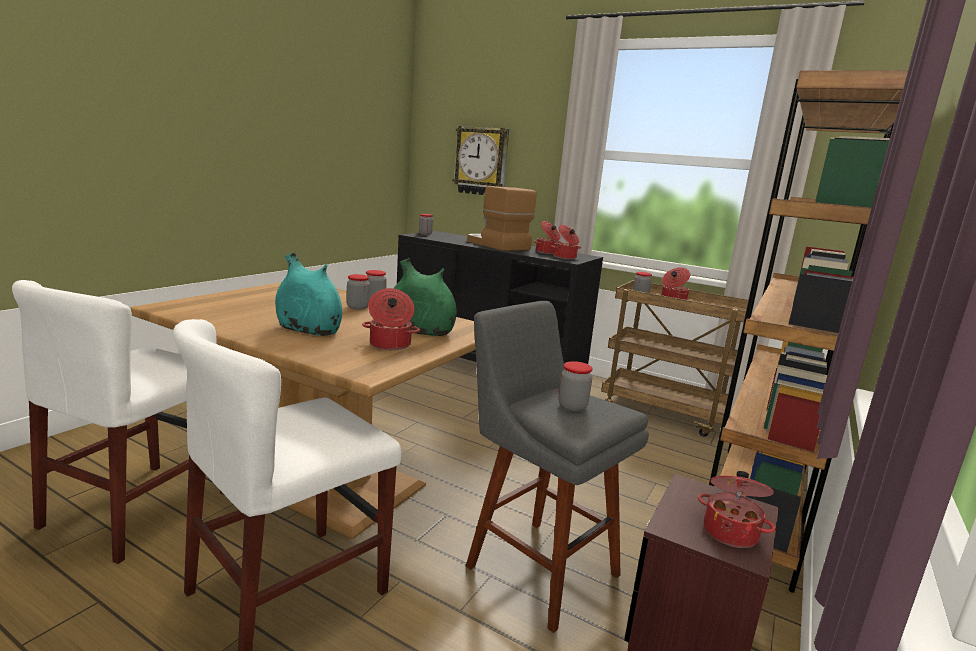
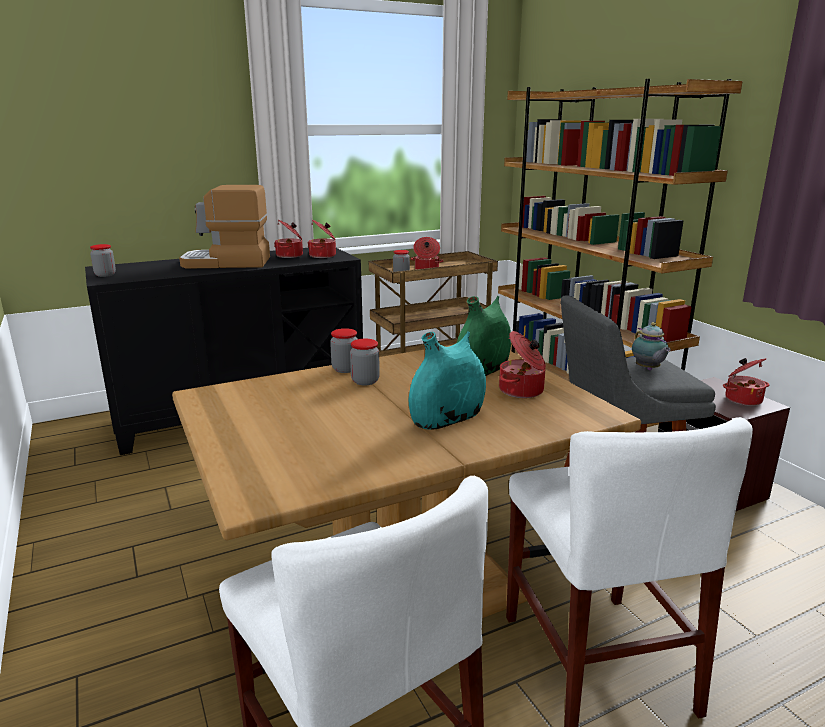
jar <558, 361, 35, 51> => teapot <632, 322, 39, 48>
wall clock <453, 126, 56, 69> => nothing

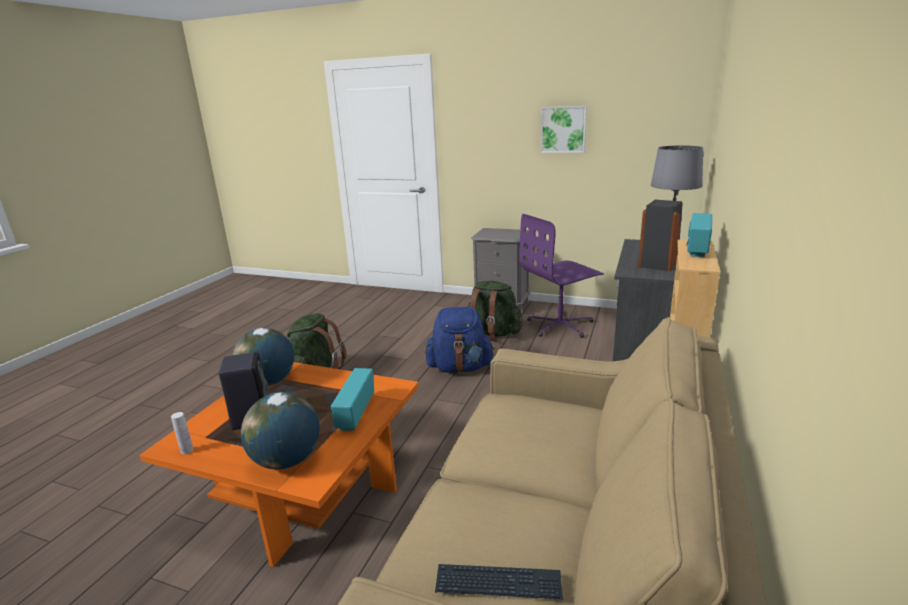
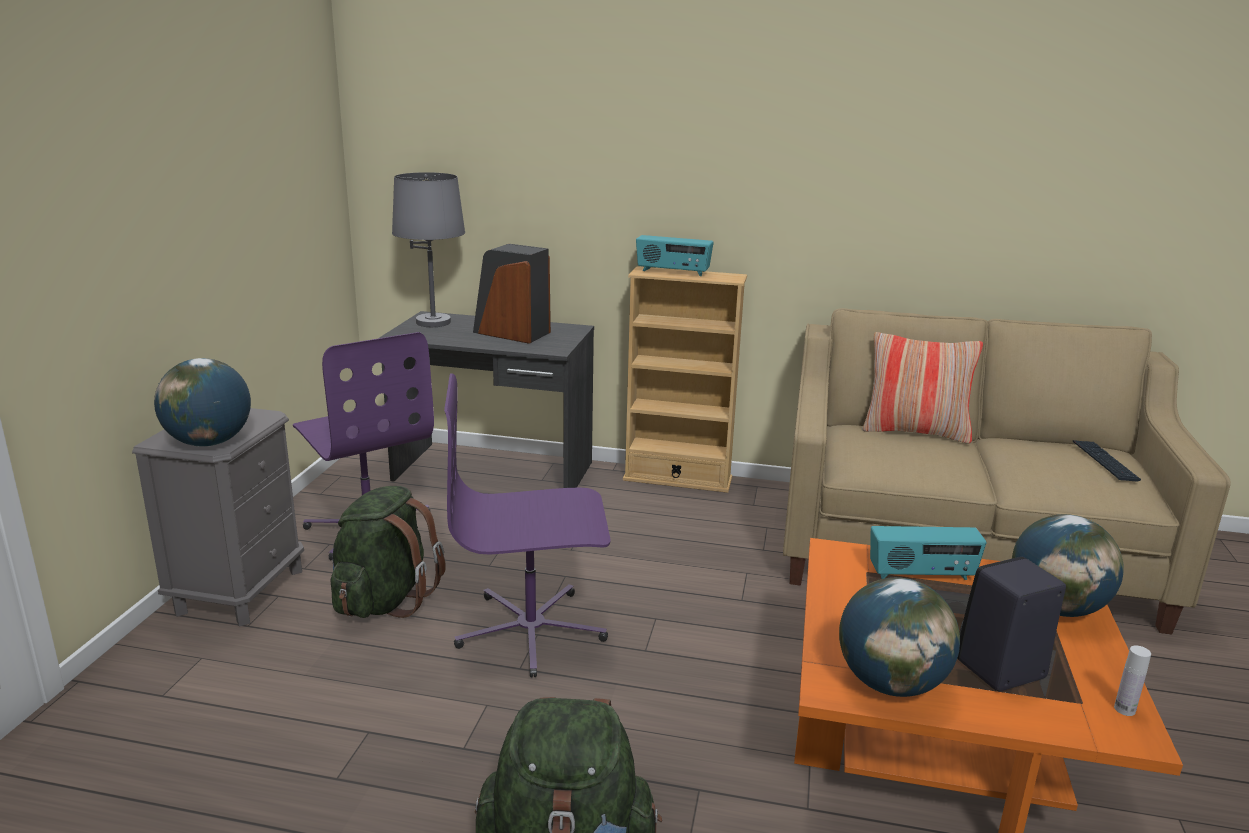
nothing => globe <154, 358, 97, 89>
backpack (blue) <425, 307, 70, 66> => office chair (purple) <444, 374, 166, 304>
nothing => pillow <862, 332, 121, 111>
picture <541, 106, 46, 47> => nothing

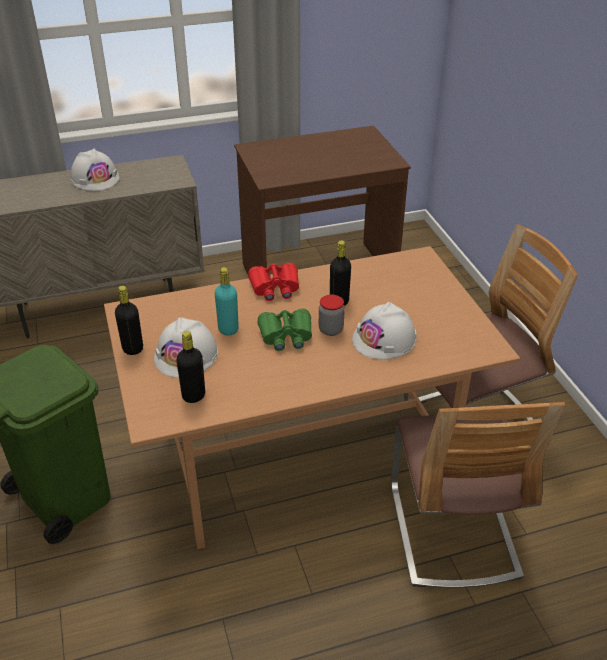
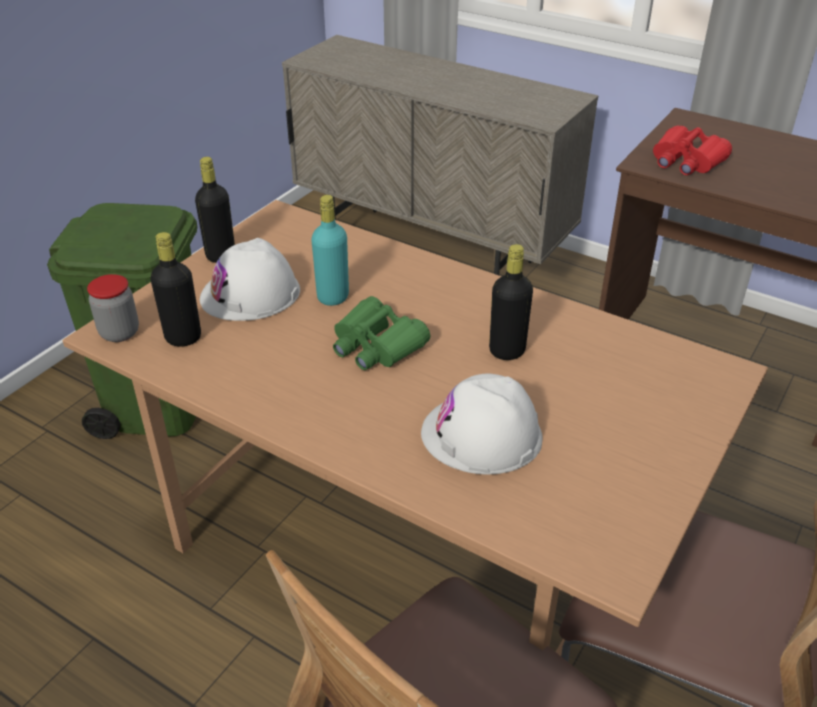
jar <319, 295, 26, 41> => jar <87, 274, 52, 68>, shifted
binoculars (red) <248, 263, 51, 38> => binoculars (red) <653, 126, 79, 49>, shifted
hard hat (white) <71, 148, 49, 43> => nothing

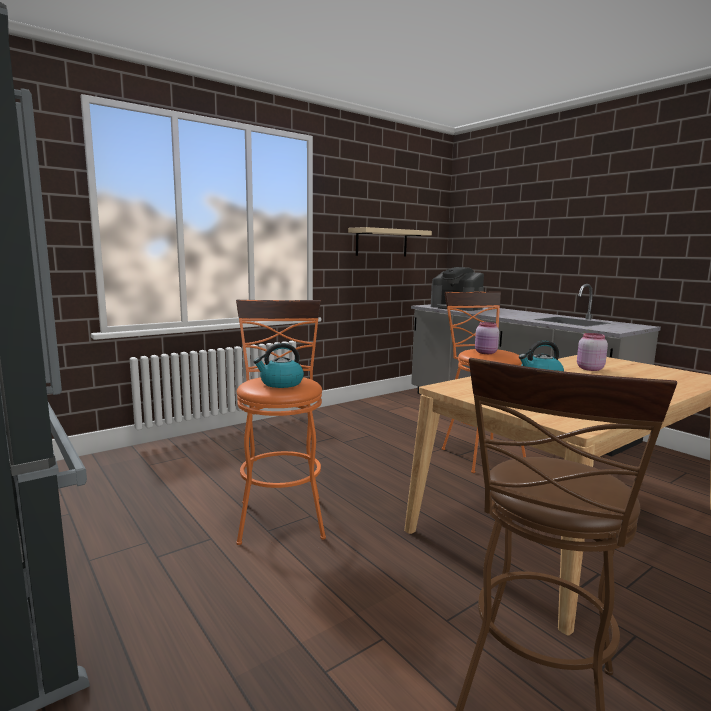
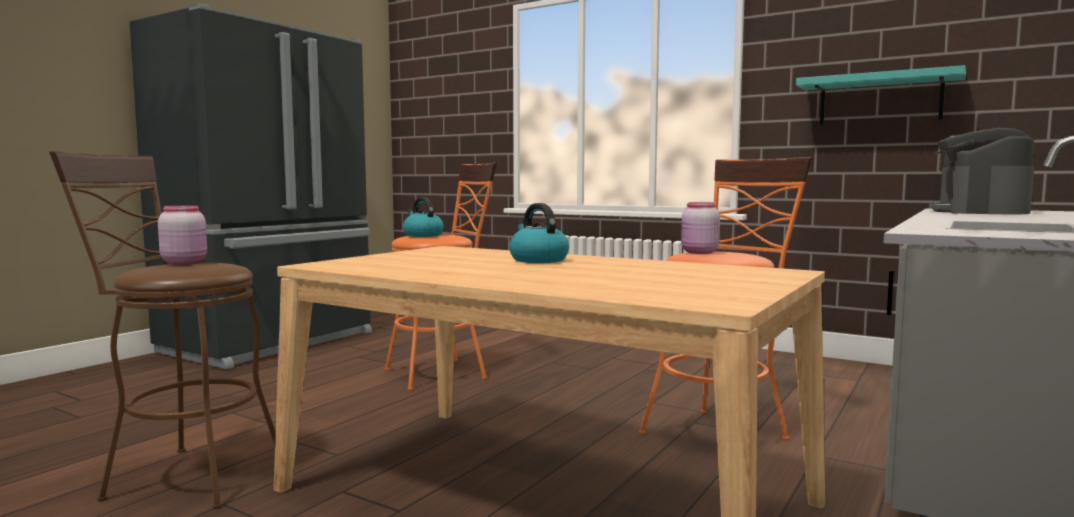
jar (pink) <577, 333, 31, 38> => jar (pink) <158, 205, 49, 60>, shifted
shelf (beige) <348, 227, 84, 30> => shelf (turquoise) <796, 65, 170, 60>

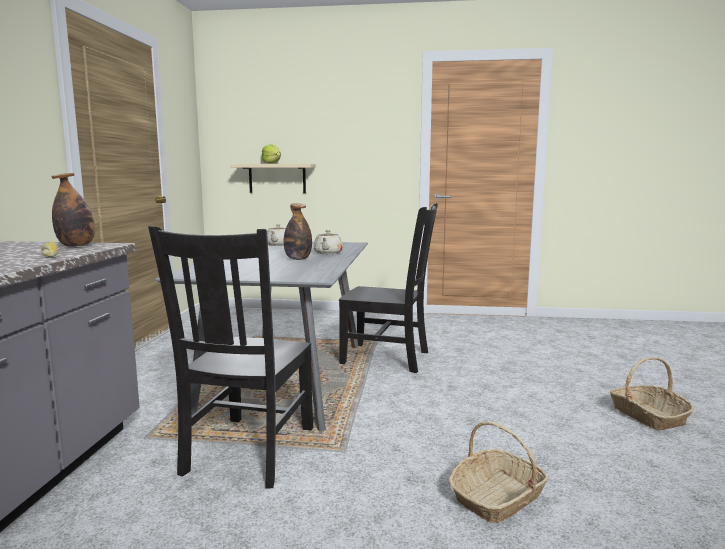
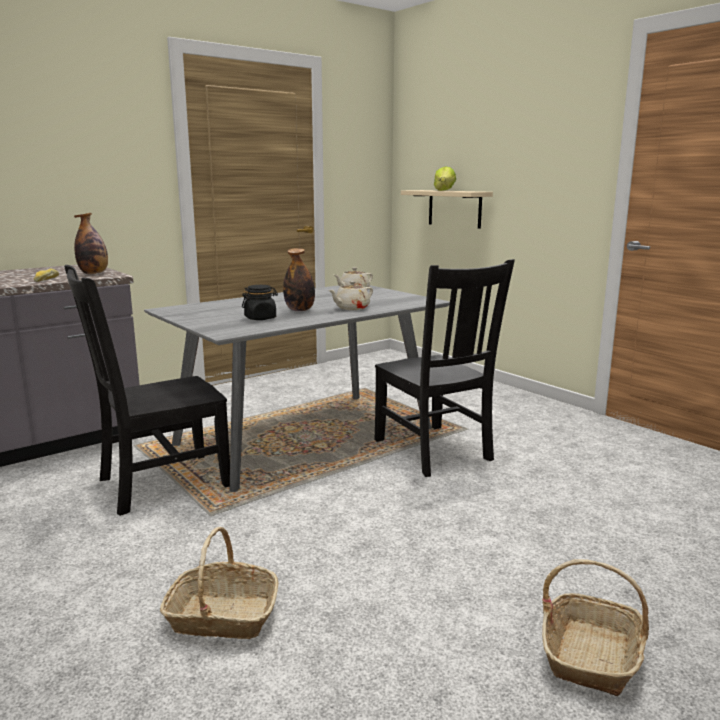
nothing => jar (black) <242, 285, 36, 35>

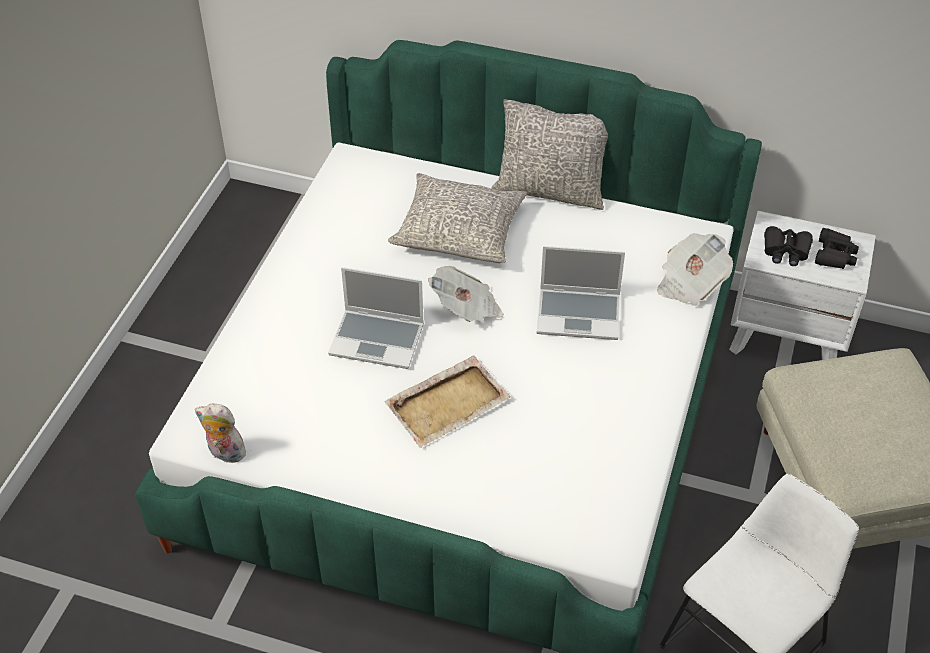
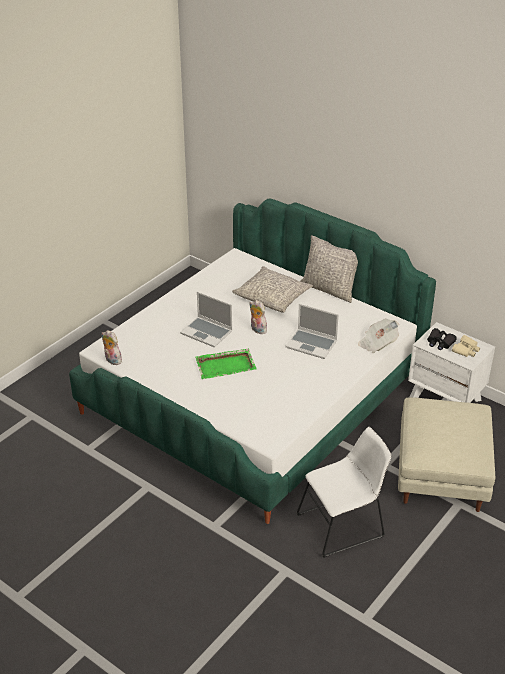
tray (beige) <385, 355, 126, 93> => tray (green) <195, 348, 62, 31>
newspaper <428, 266, 76, 56> => plush toy <250, 300, 17, 34>
binoculars (black) <815, 228, 44, 41> => binoculars (beige) <452, 335, 28, 22>

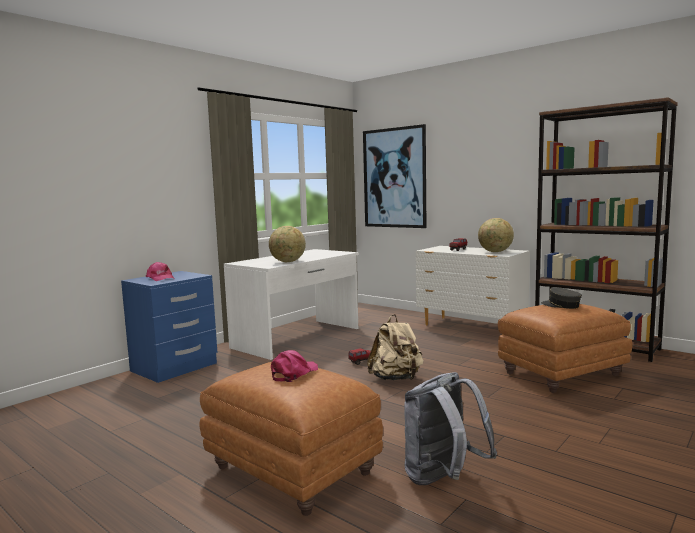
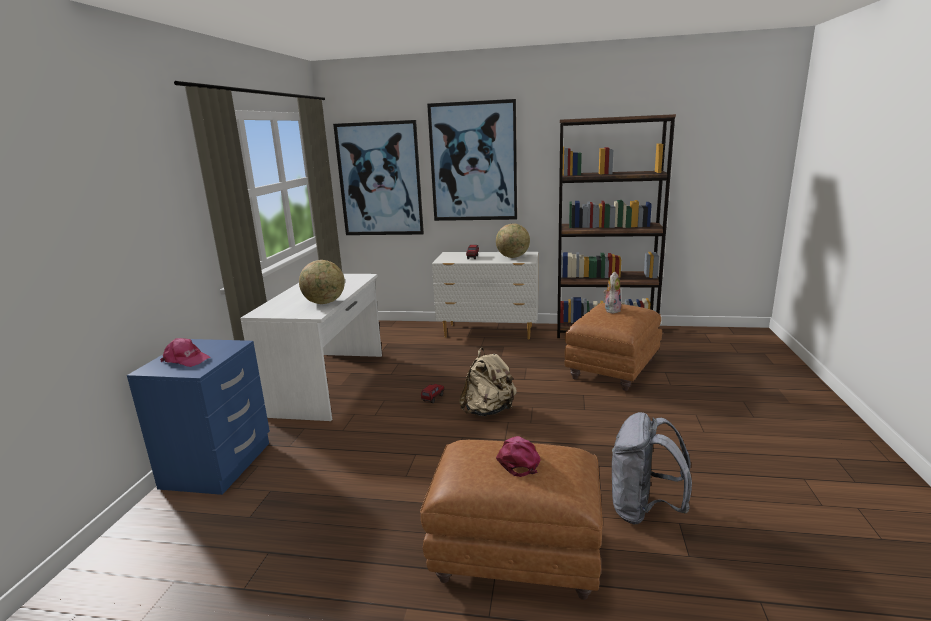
nothing => picture <427, 99, 90, 122>
cap (grey) <541, 287, 41, 22> => plush toy <603, 271, 18, 43>

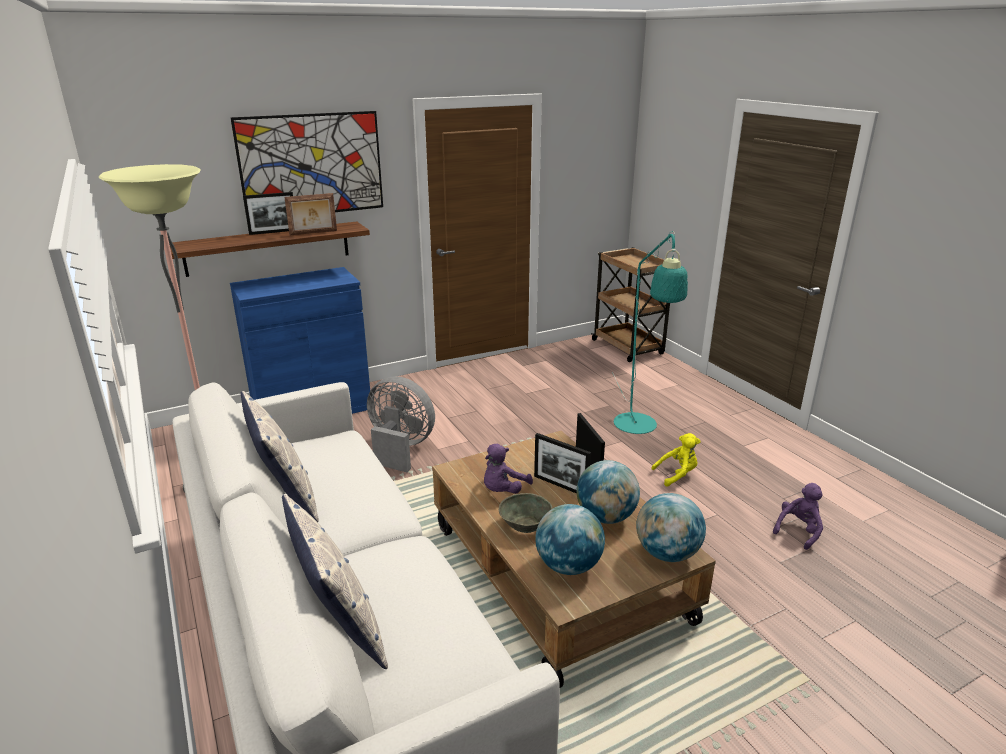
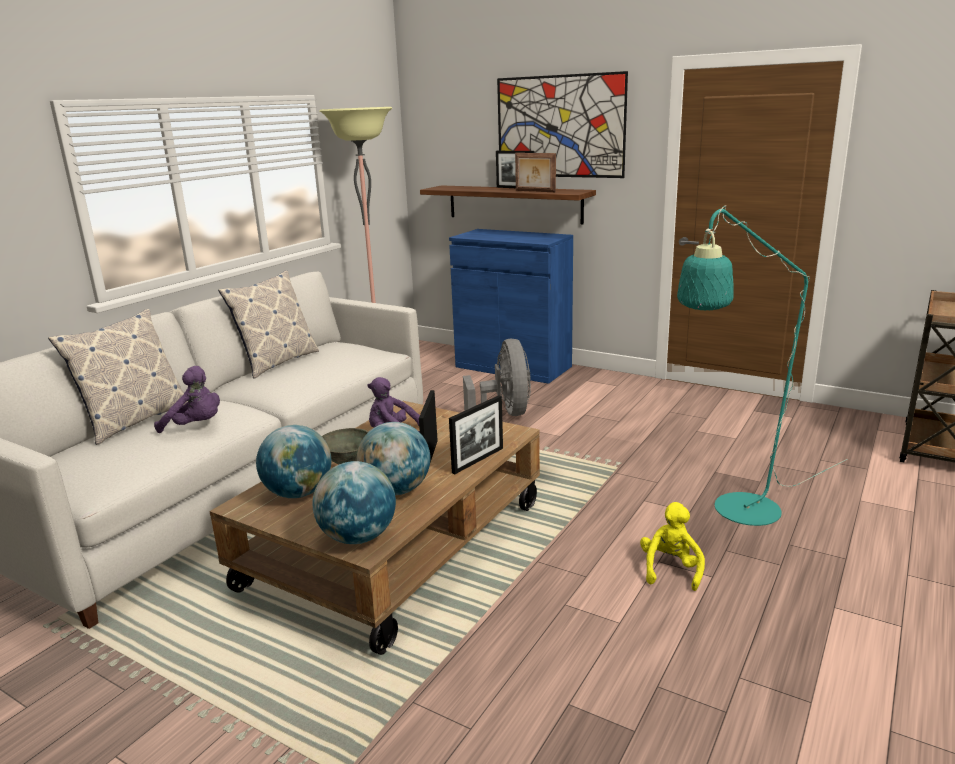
plush toy (purple) <773, 483, 50, 67> => plush toy (purple) <154, 366, 66, 67>, shifted
plush toy (yellow) <652, 433, 48, 54> => plush toy (yellow) <640, 502, 65, 89>, 120 degrees counterclockwise

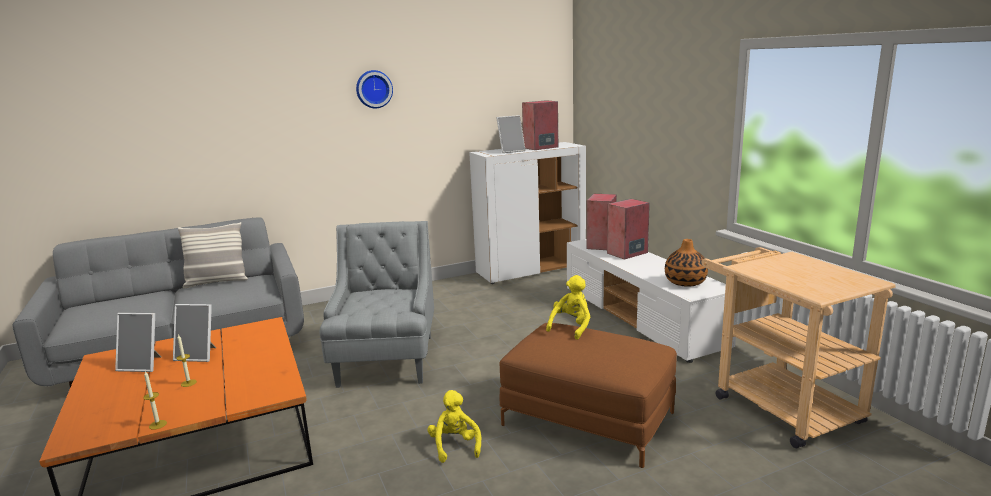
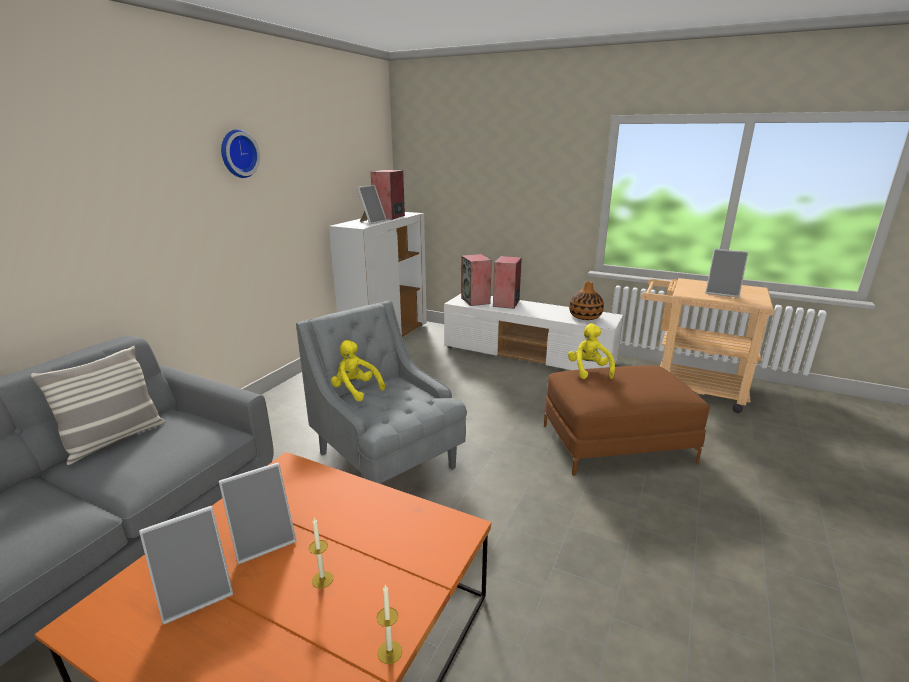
plush toy (yellow) <427, 390, 54, 73> => plush toy (yellow) <331, 340, 54, 62>, shifted
nothing => picture frame <705, 249, 43, 49>

